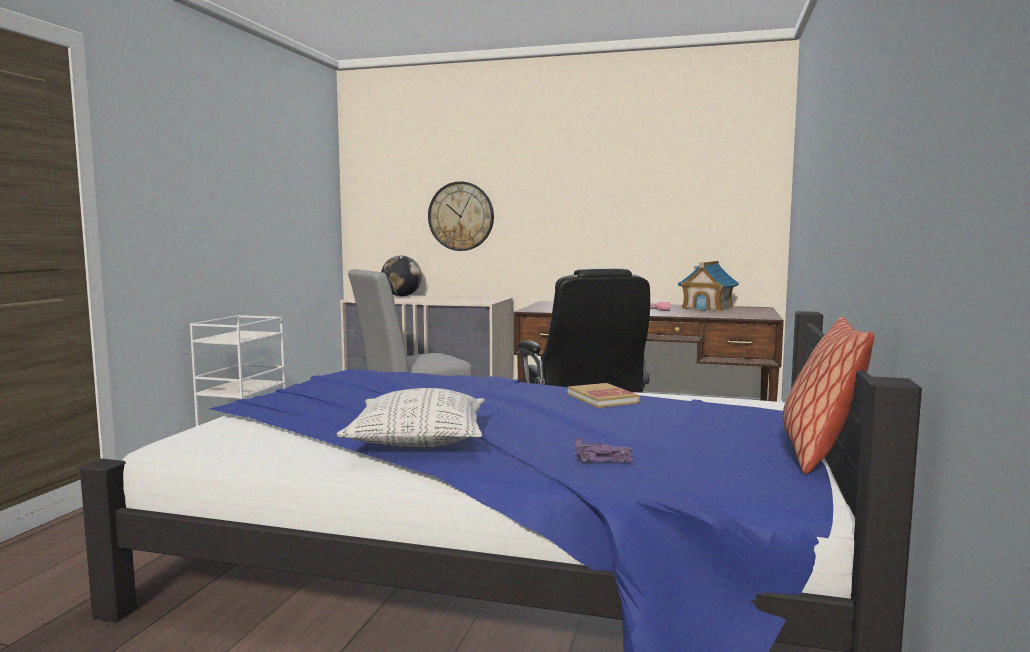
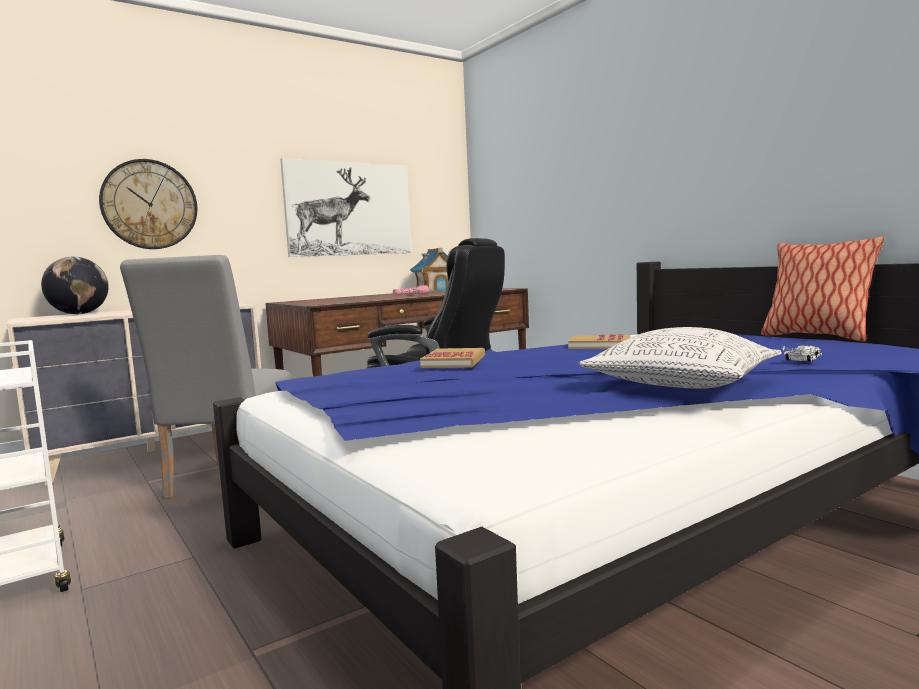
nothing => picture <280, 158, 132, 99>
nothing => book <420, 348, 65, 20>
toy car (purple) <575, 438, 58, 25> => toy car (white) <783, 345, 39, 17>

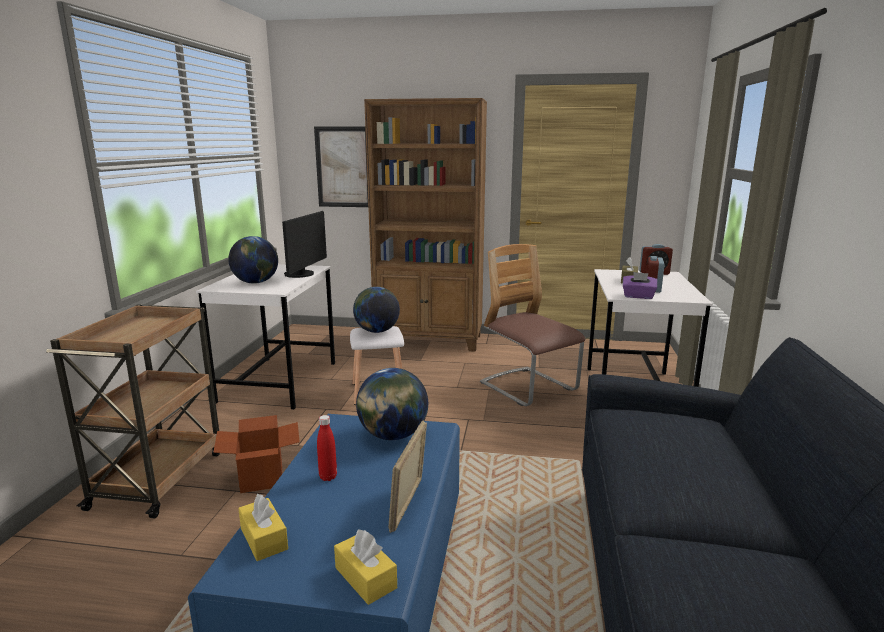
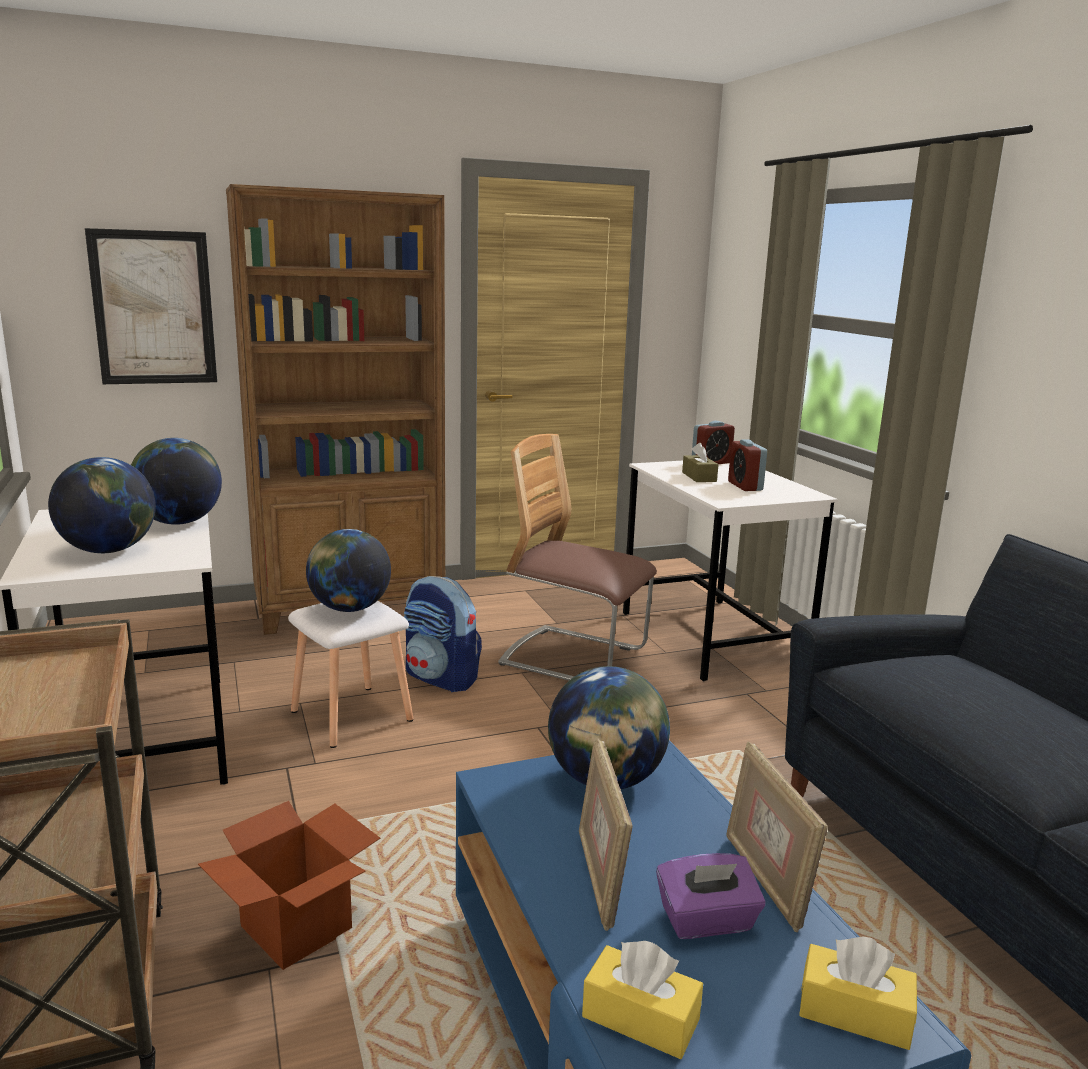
monitor <282, 211, 45, 67> => globe <131, 438, 91, 87>
nothing => backpack <404, 576, 78, 116>
bottle (red) <317, 415, 20, 66> => picture frame <579, 739, 54, 192>
tissue box (purple) <623, 272, 34, 27> => tissue box (purple) <656, 853, 110, 86>, shifted

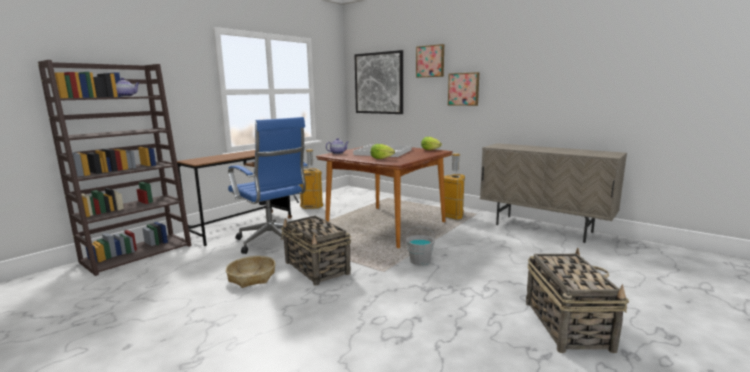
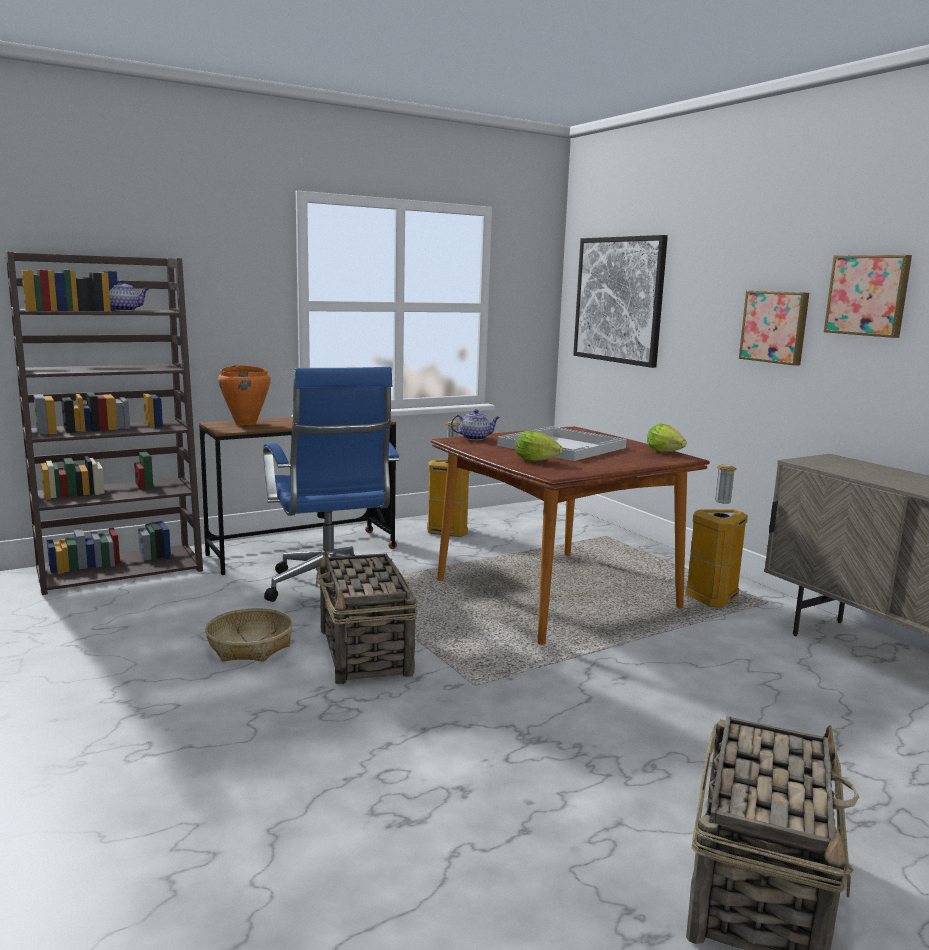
nothing => cooking pot (orange) <218, 365, 52, 60>
picture <416, 44, 28, 34> => picture <824, 255, 88, 83>, shifted
bucket (grey) <406, 226, 29, 39> => nothing

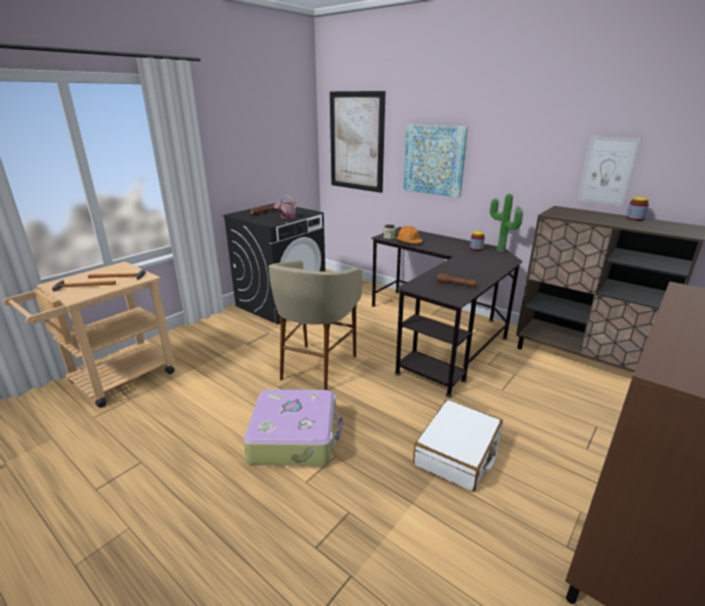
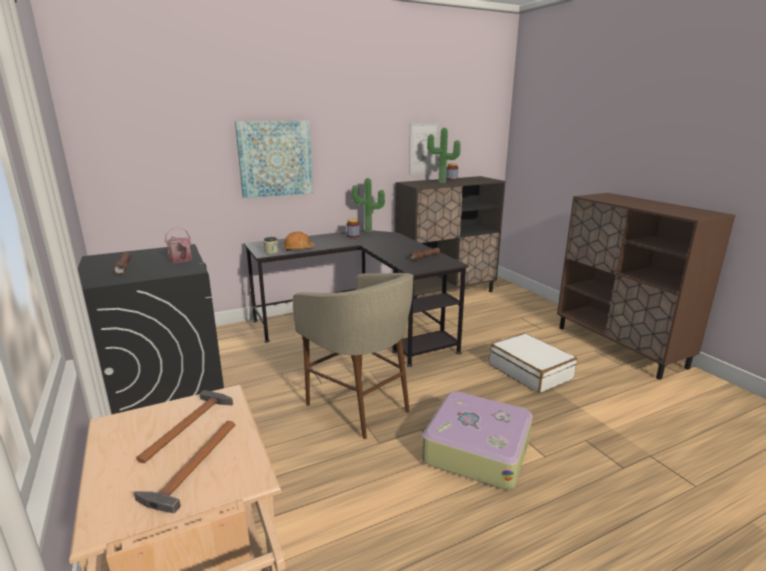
nothing => potted plant <427, 128, 34, 55>
picture <330, 91, 56, 102> => nothing

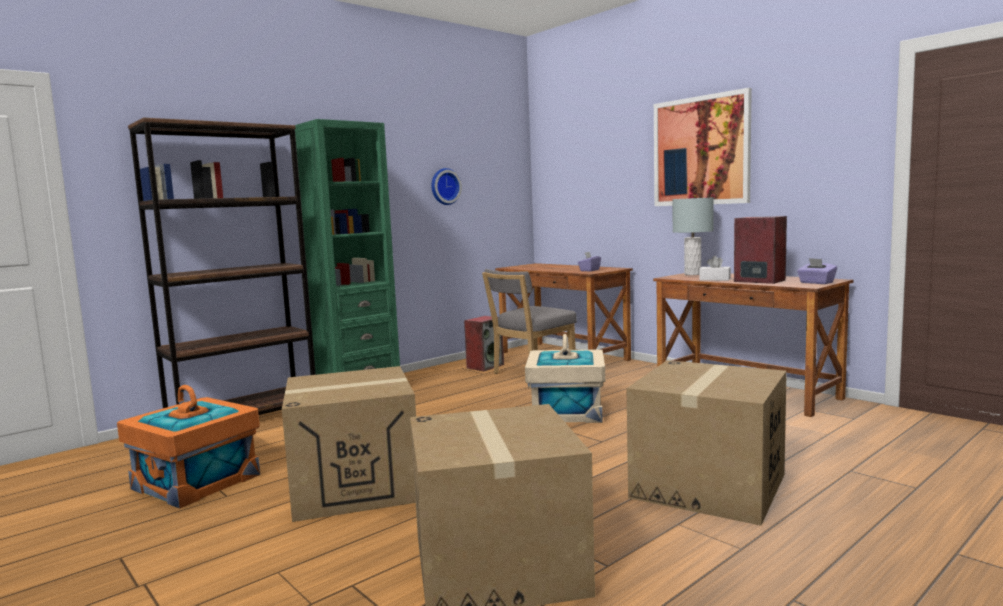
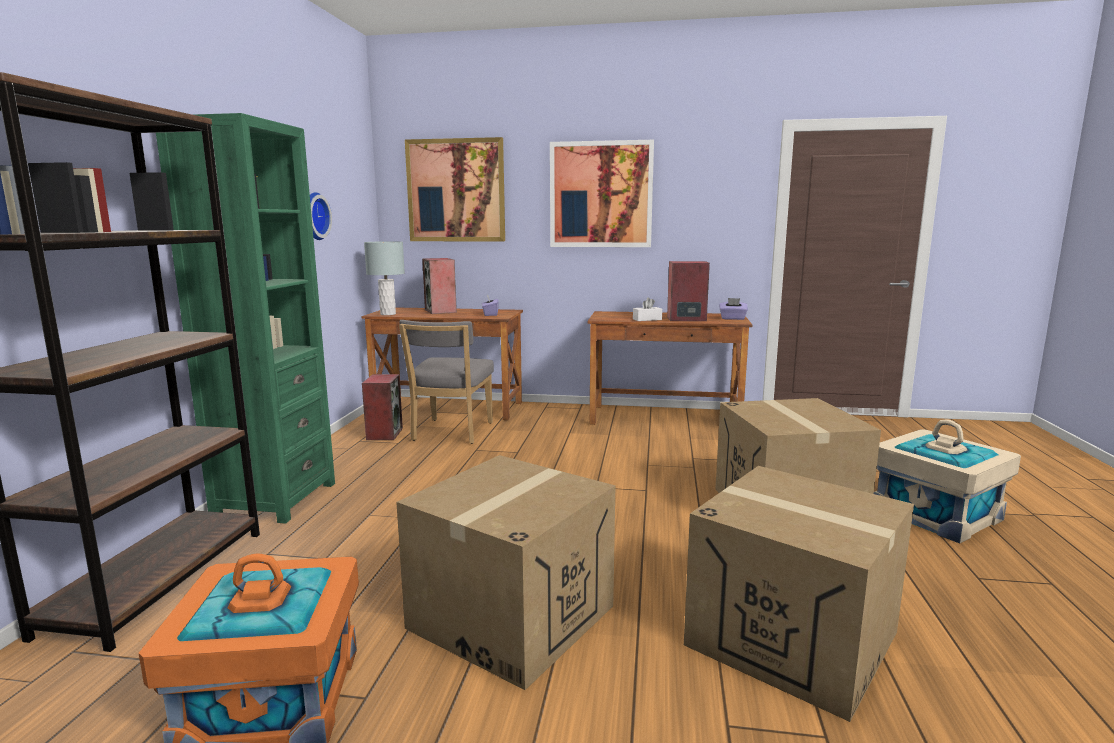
table lamp (grey) <672, 197, 42, 78> => table lamp (grey) <364, 241, 41, 74>, shifted
nothing => picture <405, 137, 100, 104>
nothing => speaker <422, 258, 35, 56>
storage box (beige) <525, 334, 80, 89> => storage box (beige) <874, 420, 147, 123>, shifted

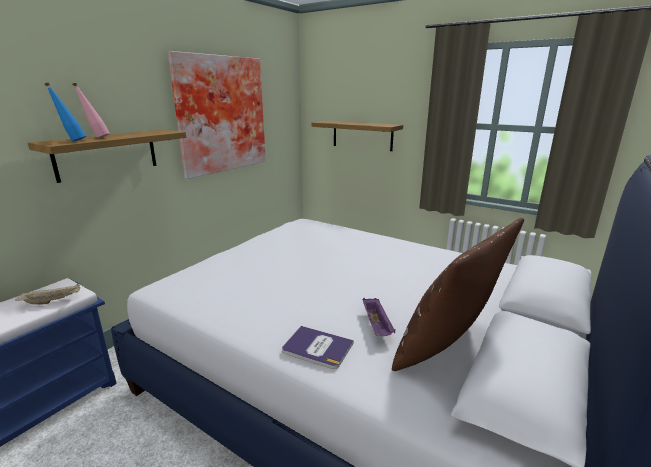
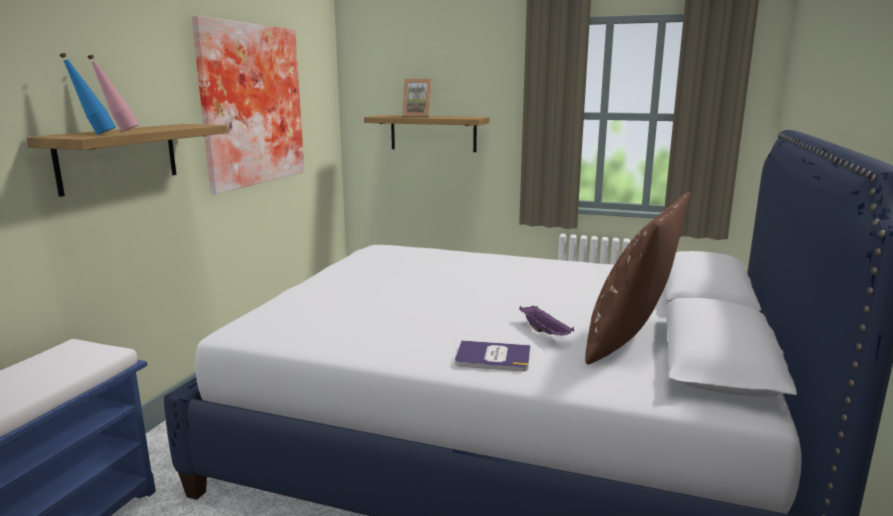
nothing => picture frame <402, 79, 29, 38>
tray (beige) <15, 284, 65, 21> => nothing

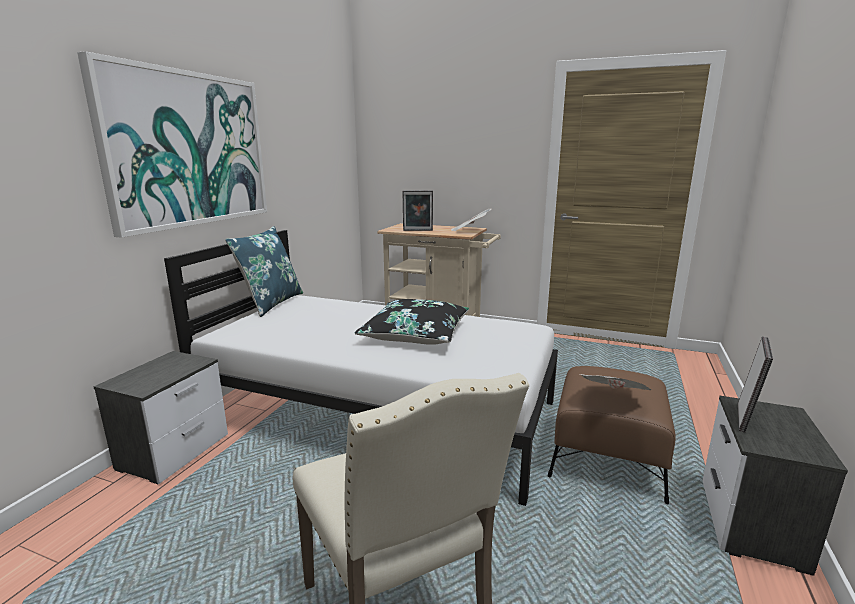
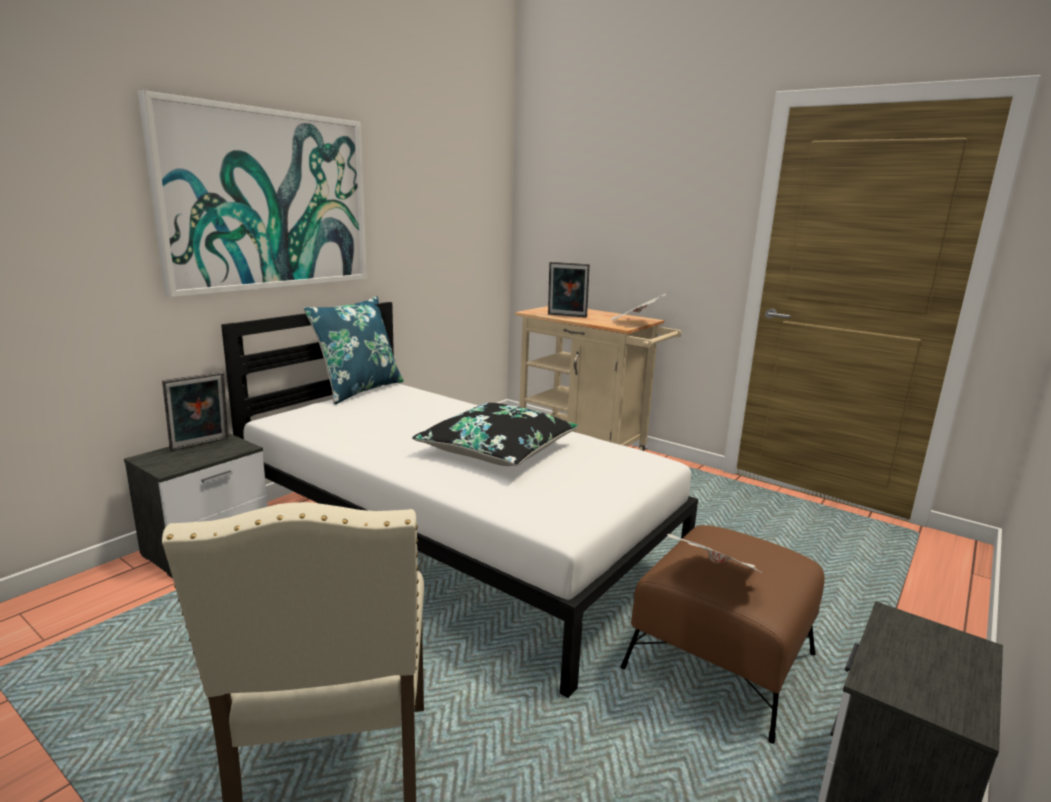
picture frame <738, 336, 35, 97> => picture frame <162, 372, 67, 79>, shifted

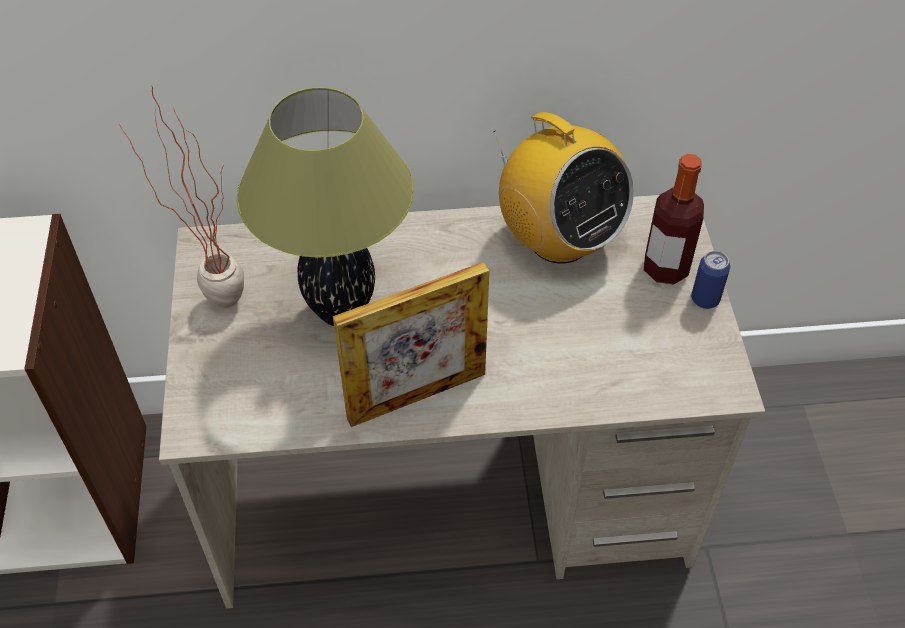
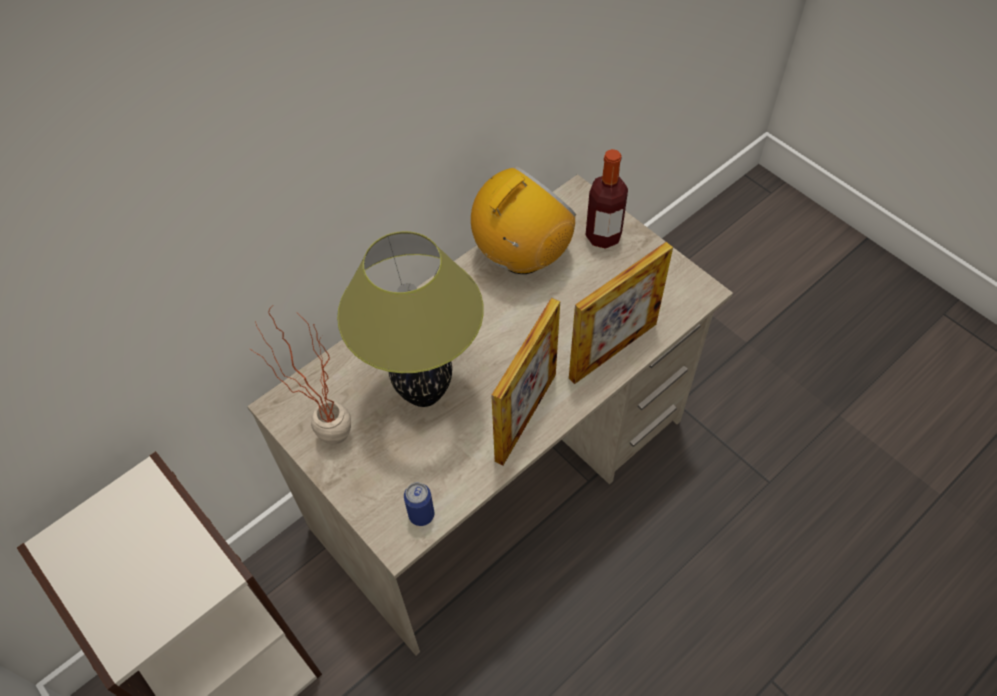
can <691, 251, 39, 58> => can <404, 482, 30, 44>, shifted
radio <493, 112, 141, 152> => radio <471, 166, 105, 108>, 60 degrees counterclockwise
nothing => picture frame <569, 242, 104, 142>

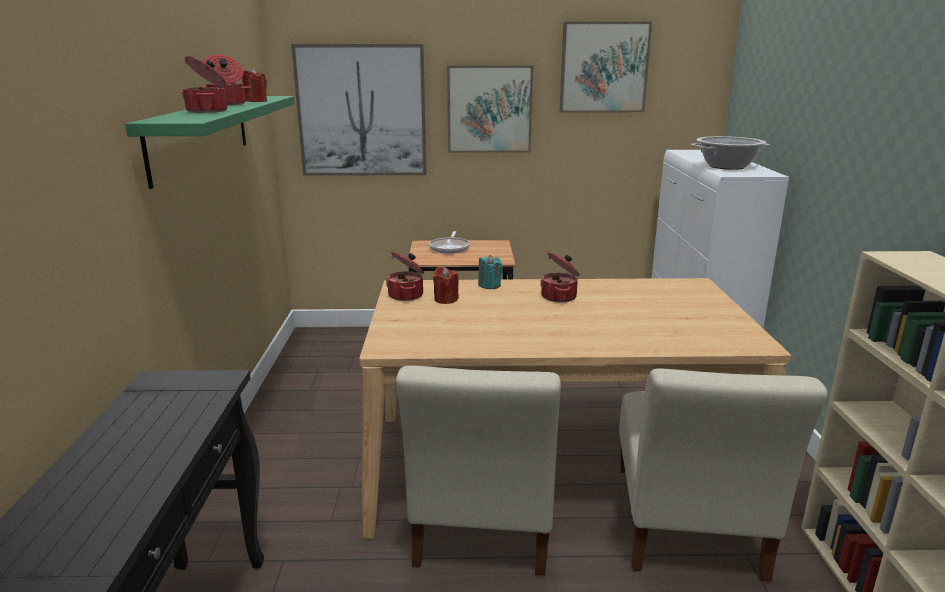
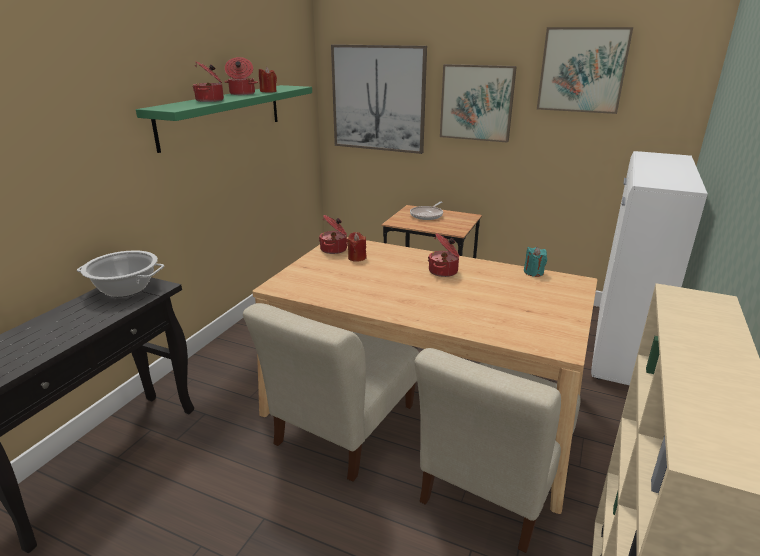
cooking pot <691, 136, 79, 34> => cooking pot <77, 250, 87, 47>, shifted
candle (turquoise) <478, 255, 25, 34> => candle (turquoise) <524, 247, 23, 30>, shifted

